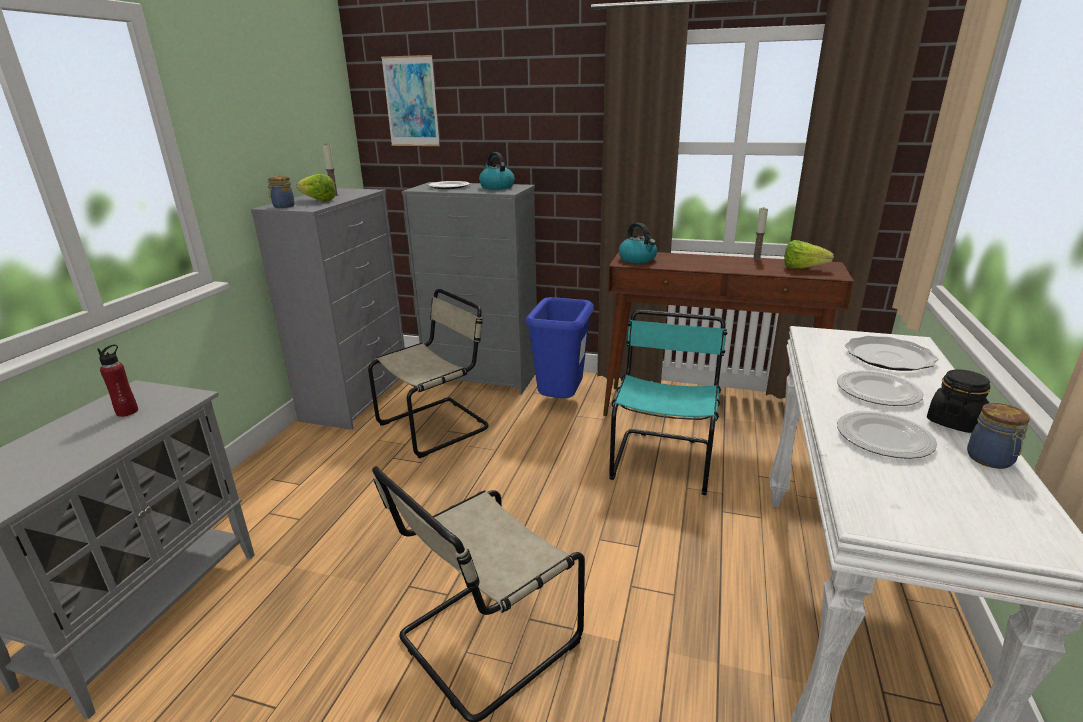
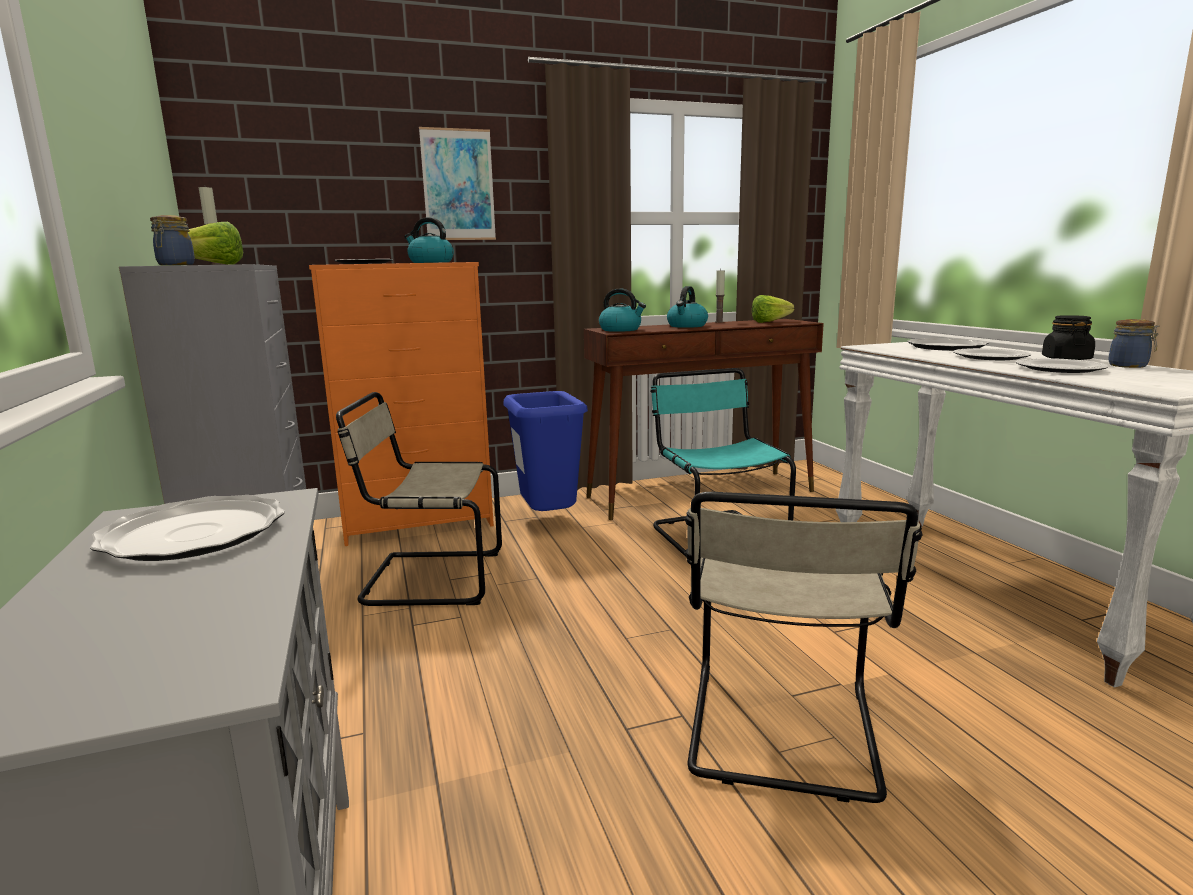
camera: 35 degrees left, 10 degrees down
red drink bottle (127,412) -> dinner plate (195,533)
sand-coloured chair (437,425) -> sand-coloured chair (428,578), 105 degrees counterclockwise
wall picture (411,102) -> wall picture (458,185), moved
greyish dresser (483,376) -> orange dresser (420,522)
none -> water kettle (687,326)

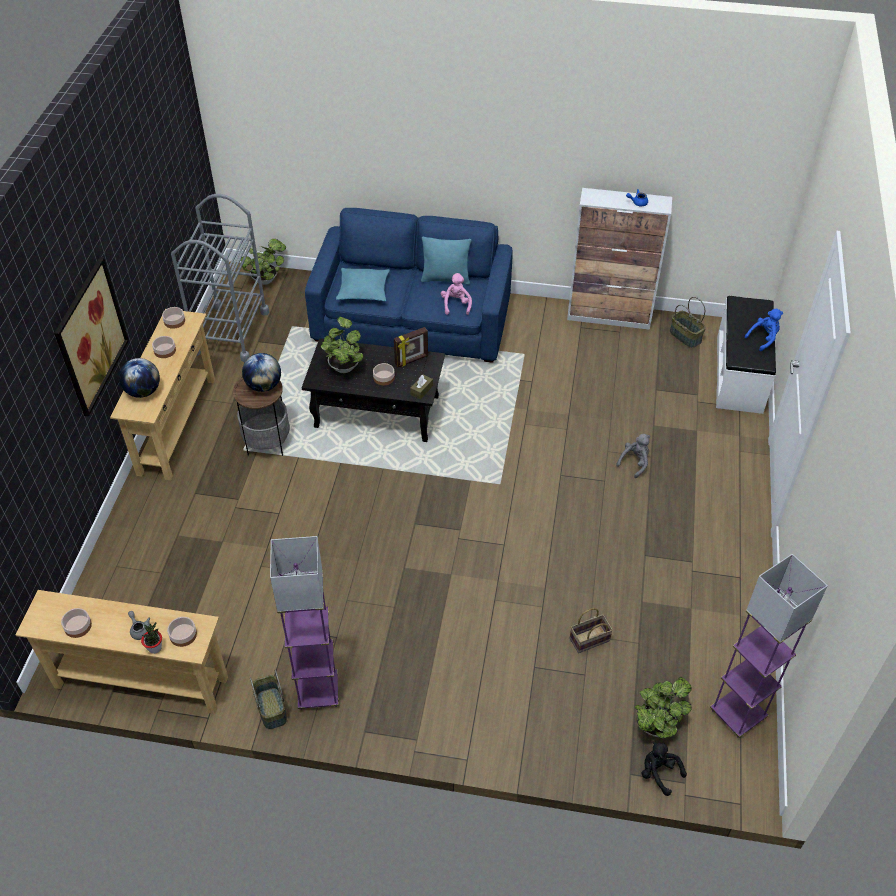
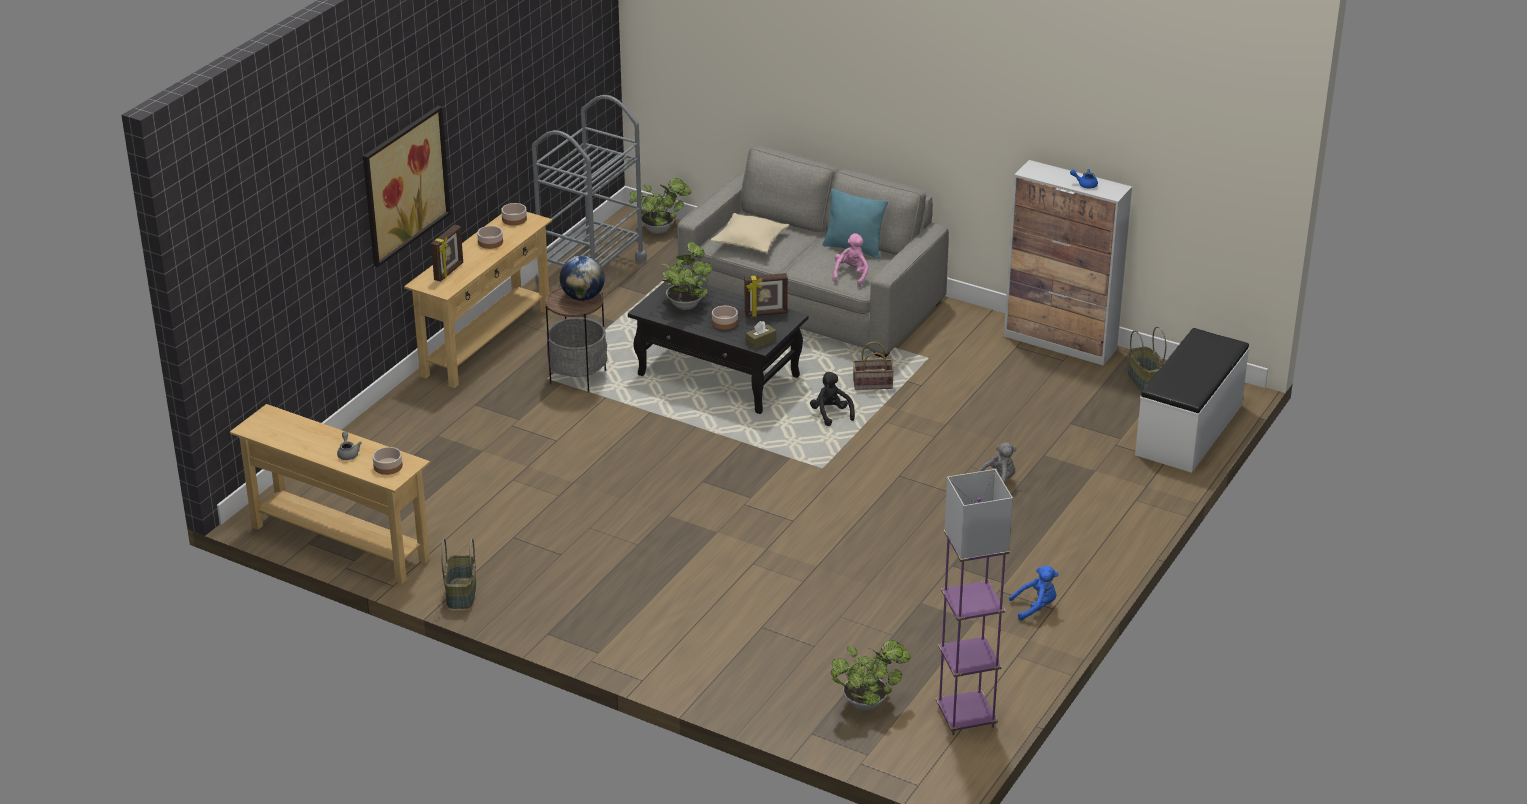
camera: 20 degrees right, 15 degrees down
bowl (78,626) -> none
globe (143,391) -> standing frame (449,272)
plant in a pot (155,648) -> none
purple standard lamp (318,692) -> none
bluish settee (412,319) -> greyish settee (812,300)
turquoise pillow (363,290) -> sand-coloured pillow (750,241)
household basket (589,640) -> household basket (871,384), moved
blackish soft toy (659,773) -> blackish soft toy (831,414), moved
bluish soft toy (763,338) -> bluish soft toy (1035,607), moved

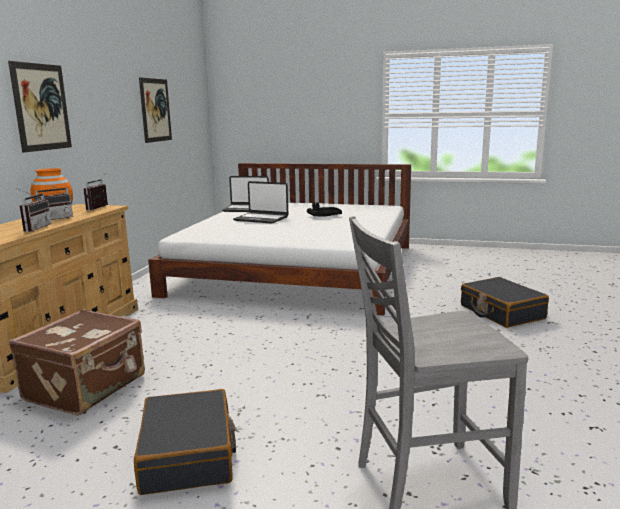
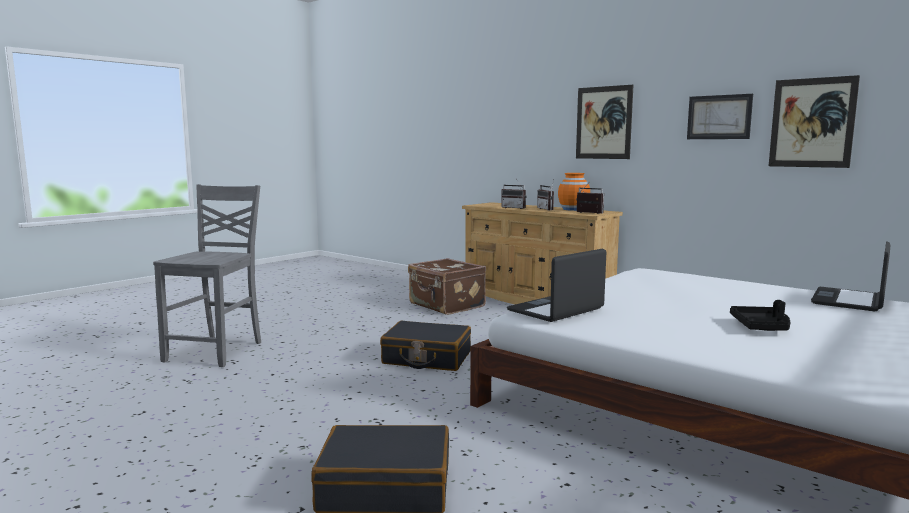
camera: 115 degrees right, 5 degrees down
blackish travel case (188,455) -> blackish travel case (426,358), moved
notebook computer (261,219) -> notebook computer (556,310), moved
none -> wall picture (719,117)

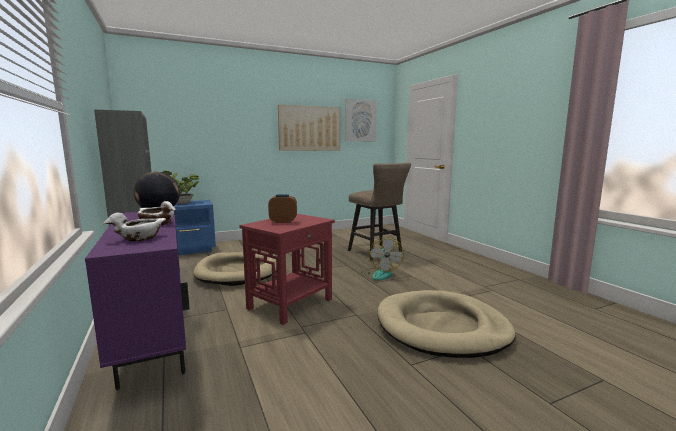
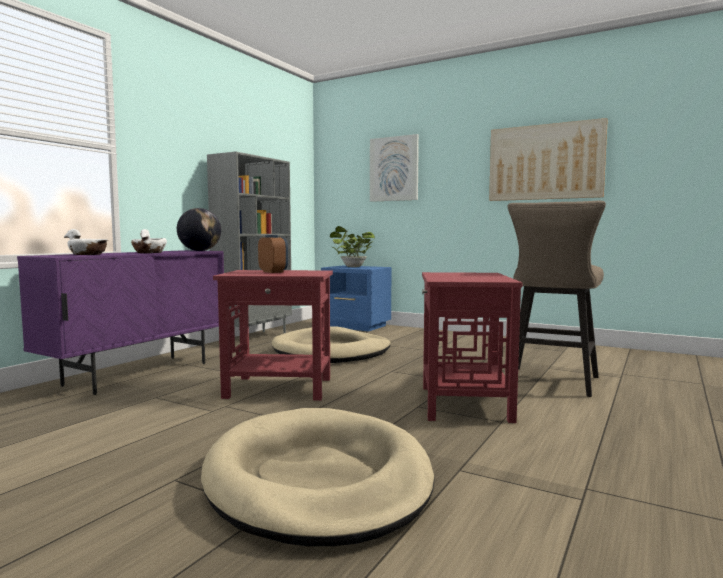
camera: 55 degrees right, 5 degrees down
wall picture (360,120) -> wall picture (394,169), moved
cooling fan (380,274) -> red accent table (463,403)

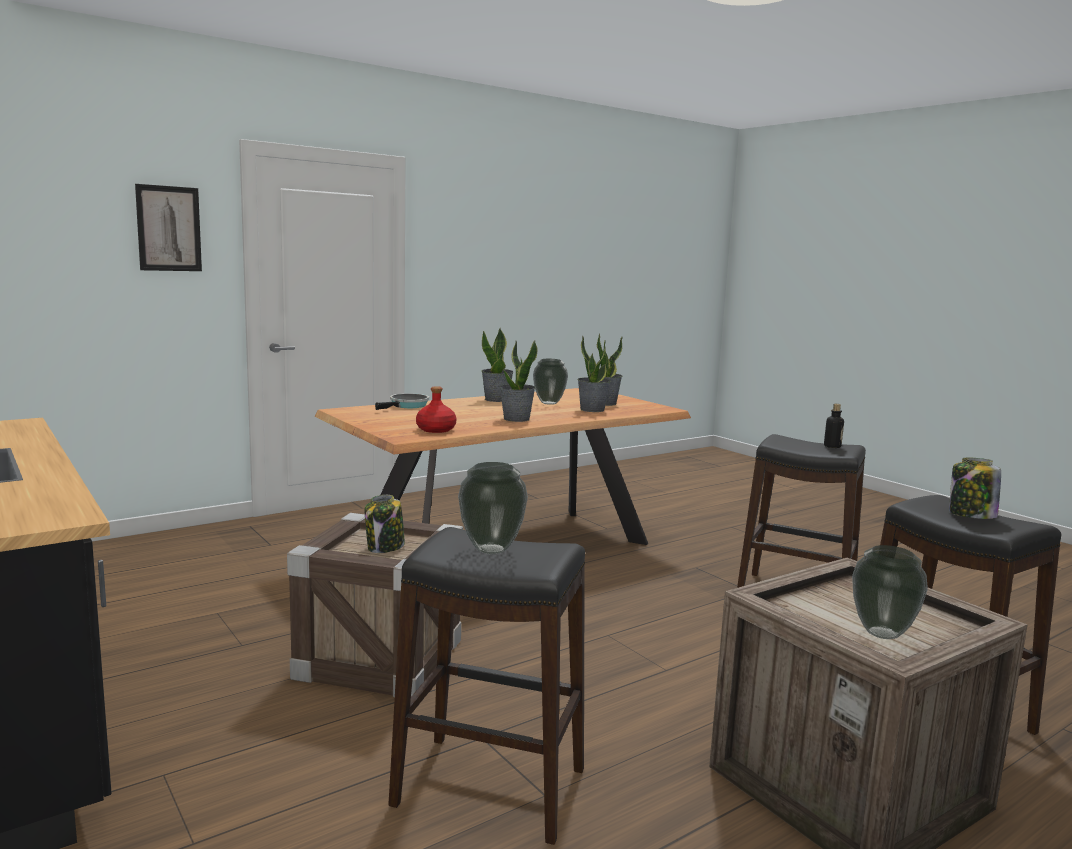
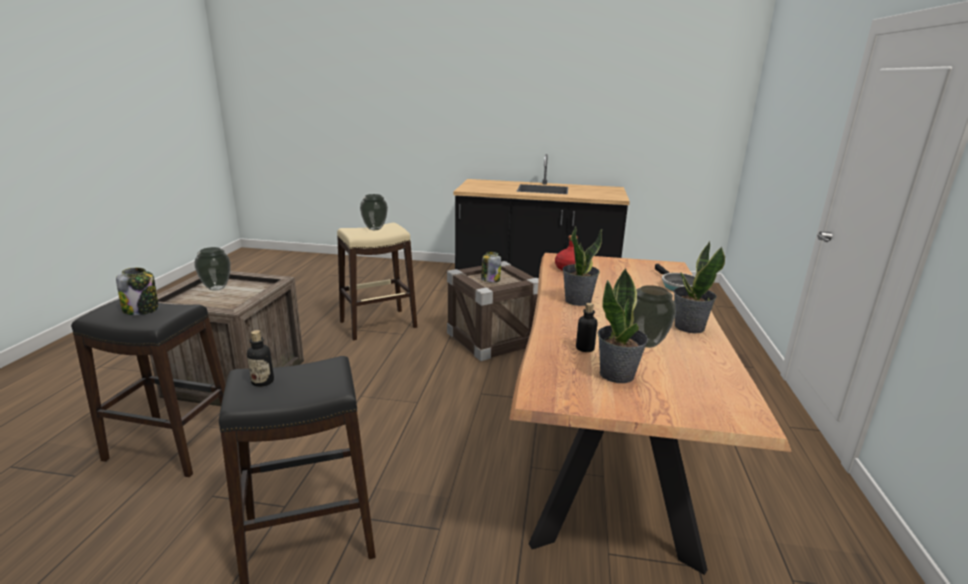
camera: 135 degrees right, 10 degrees up
wall picture (169,228) -> none
blackish stool seat (489,787) -> sand-coloured stool seat (378,324)
plant in a pot (592,409) -> drink bottle (585,348)

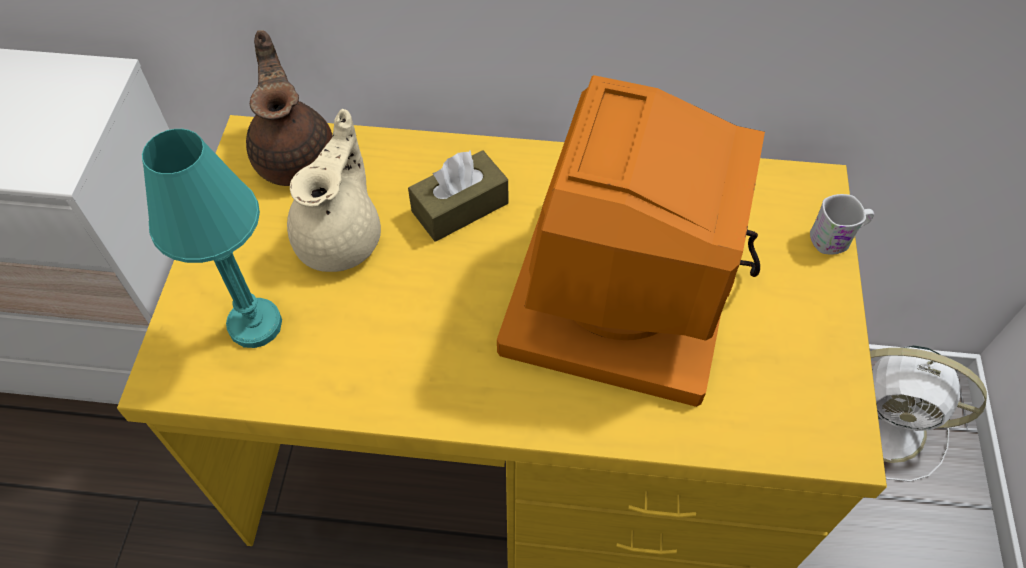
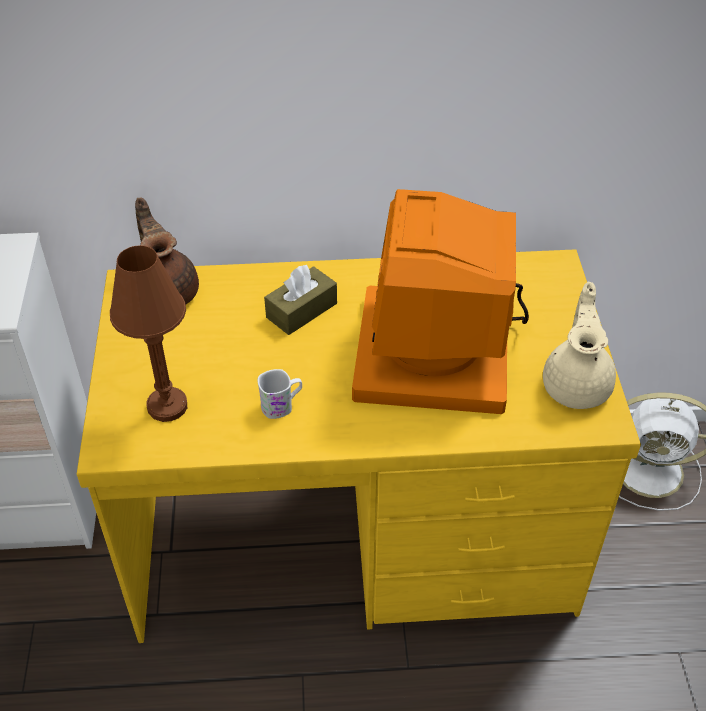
camera: 10 degrees left, 10 degrees down
turquoise table lamp (255,325) -> brown-coloured table lamp (167,406)
sand-coloured teapot (341,238) -> sand-coloured teapot (577,384), moved
white-coloured tea mug (836,238) -> white-coloured tea mug (282,405), moved

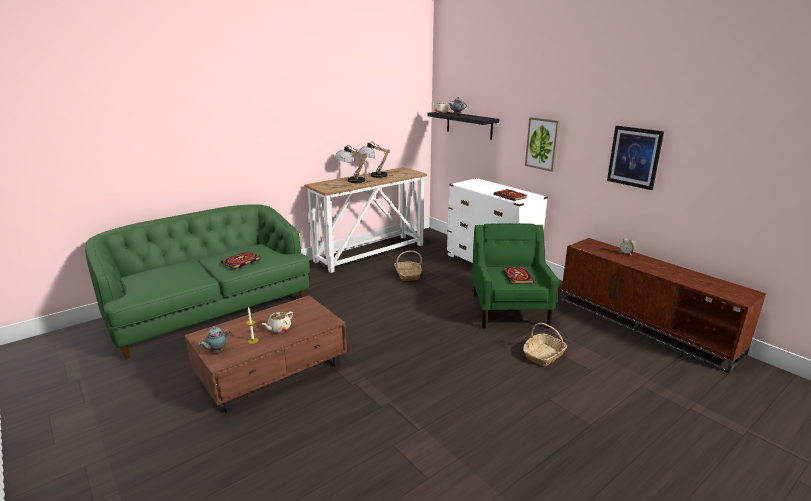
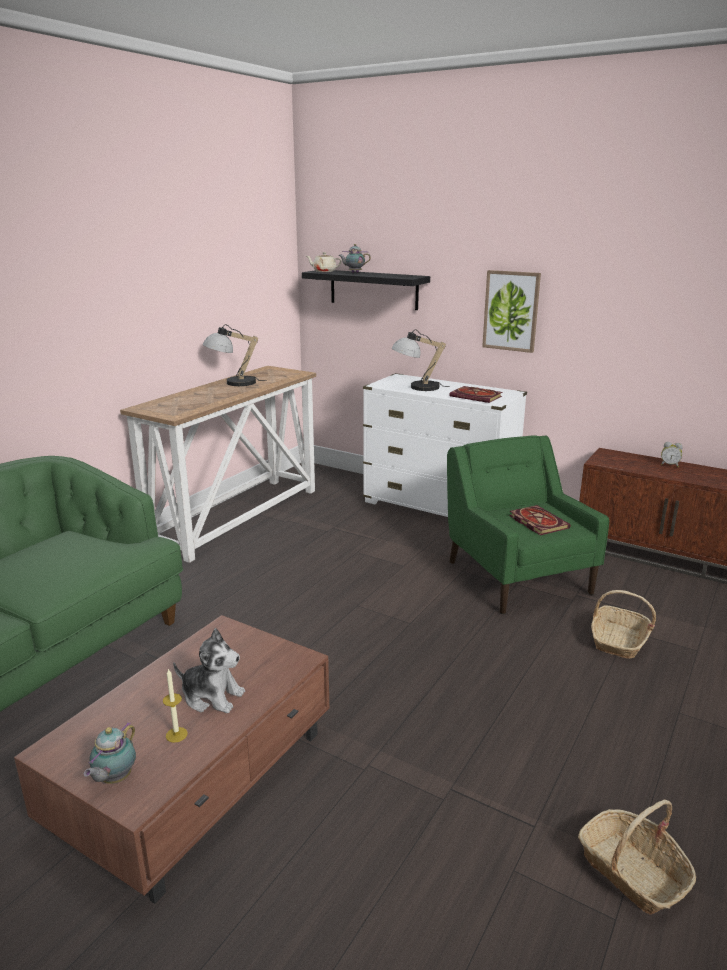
camera: 20 degrees left, 0 degrees up
book (241,262) -> none
sand-coloured teapot (279,329) -> soft toy (212,696)
table lamp (351,180) -> table lamp (416,387), moved
household basket (408,275) -> household basket (632,872), moved
wall picture (634,157) -> none

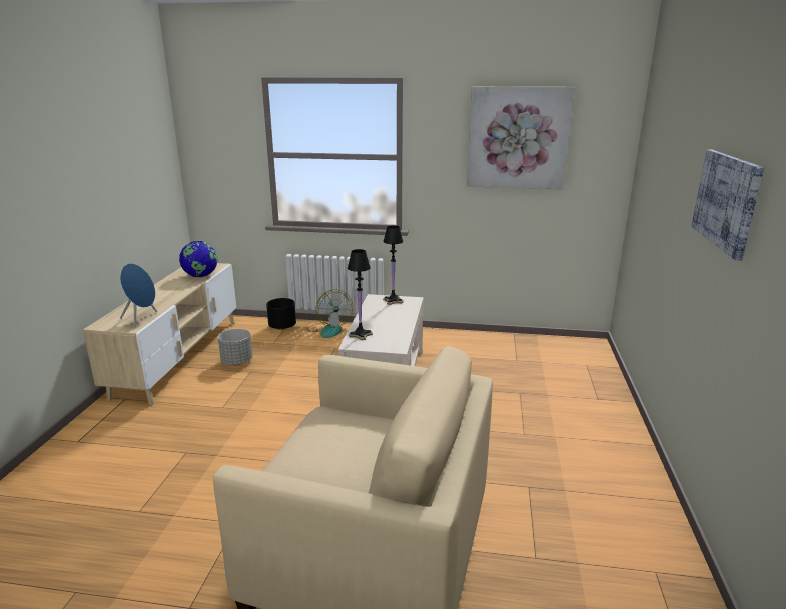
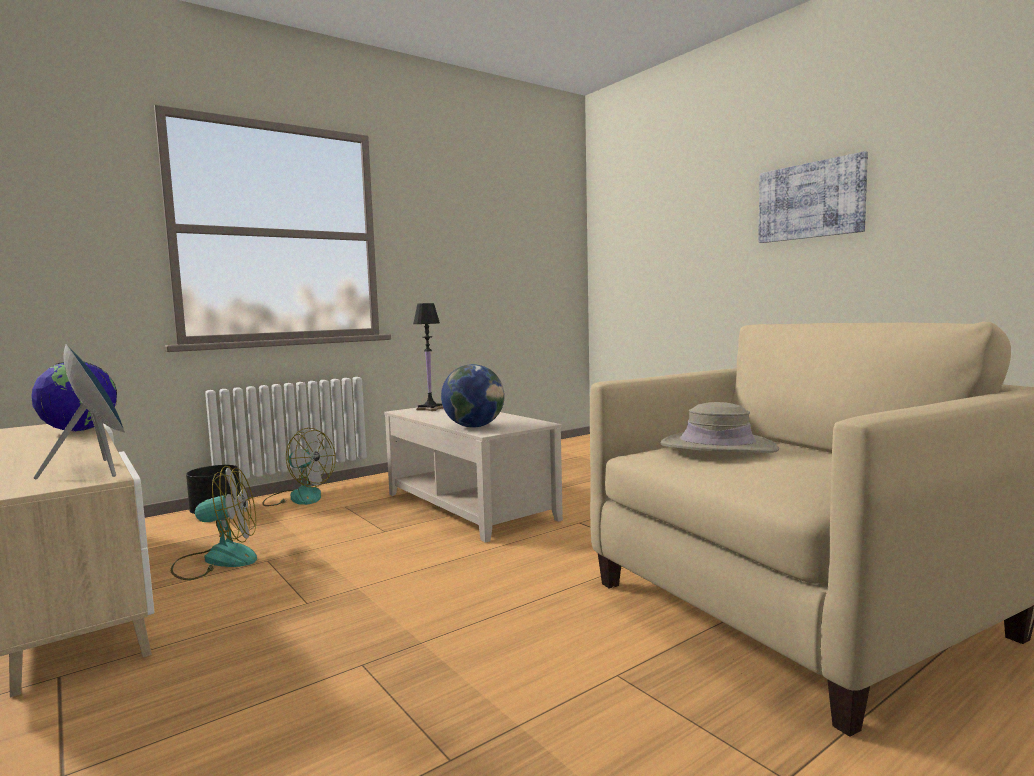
camera: 45 degrees left, 15 degrees down
greyish flower pot (237,361) -> cooling fan (217,560)
blackish table lamp (361,335) -> globe (474,426)
wall picture (518,138) -> none
none -> sand-coloured wearable hat (718,447)

